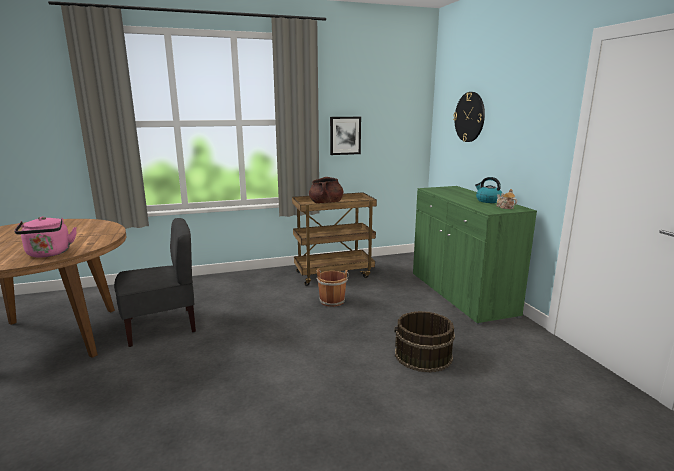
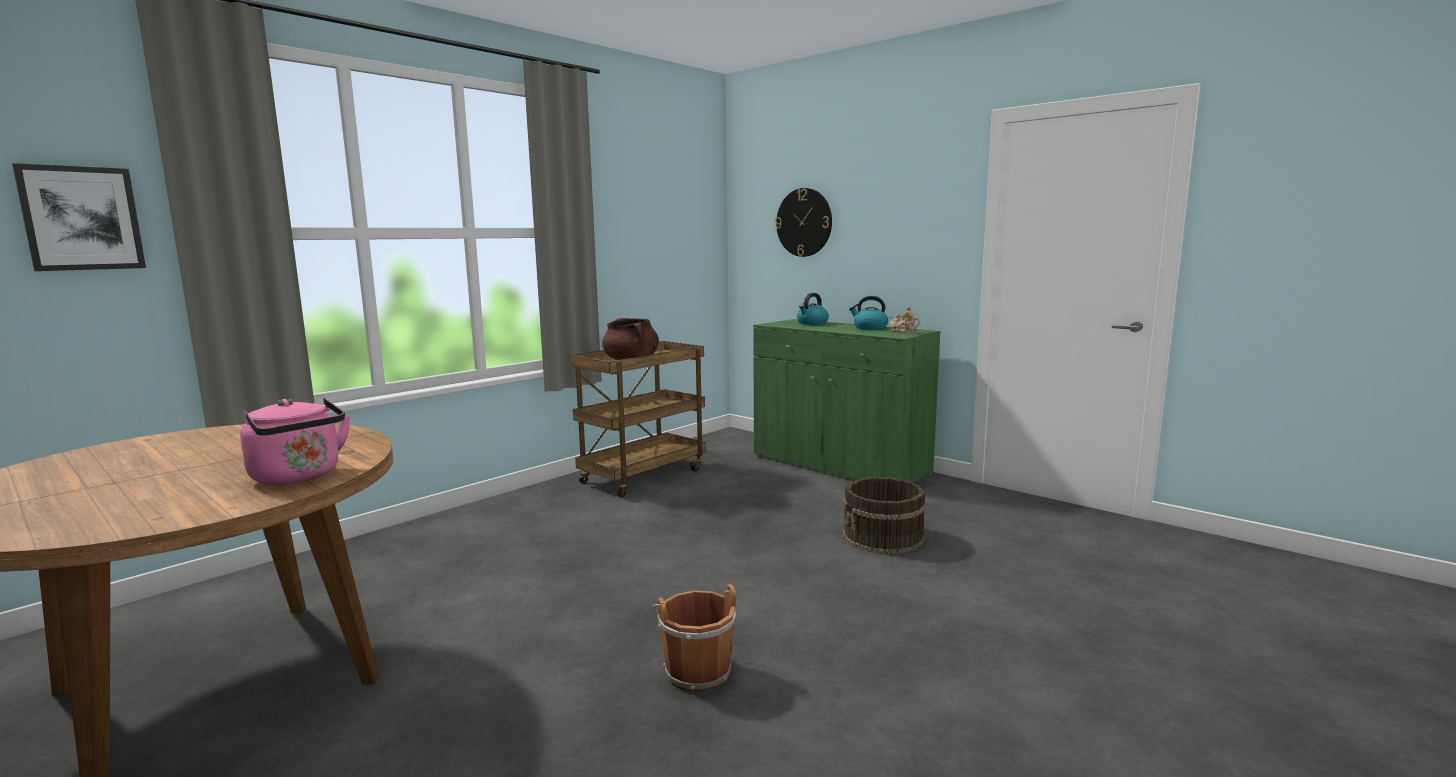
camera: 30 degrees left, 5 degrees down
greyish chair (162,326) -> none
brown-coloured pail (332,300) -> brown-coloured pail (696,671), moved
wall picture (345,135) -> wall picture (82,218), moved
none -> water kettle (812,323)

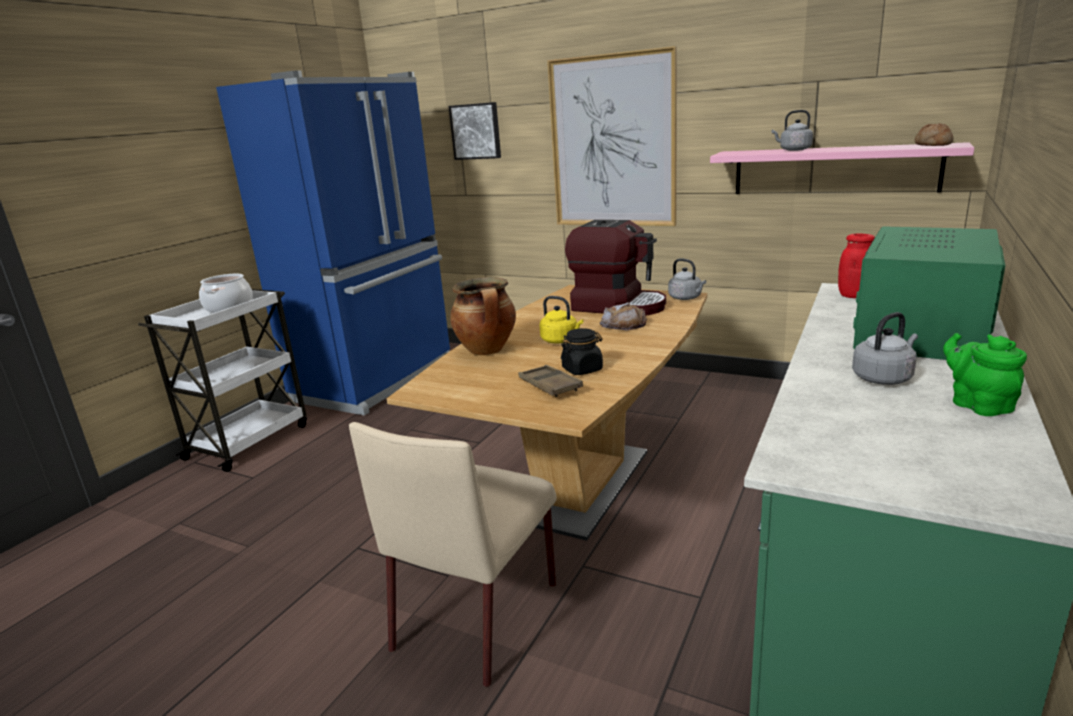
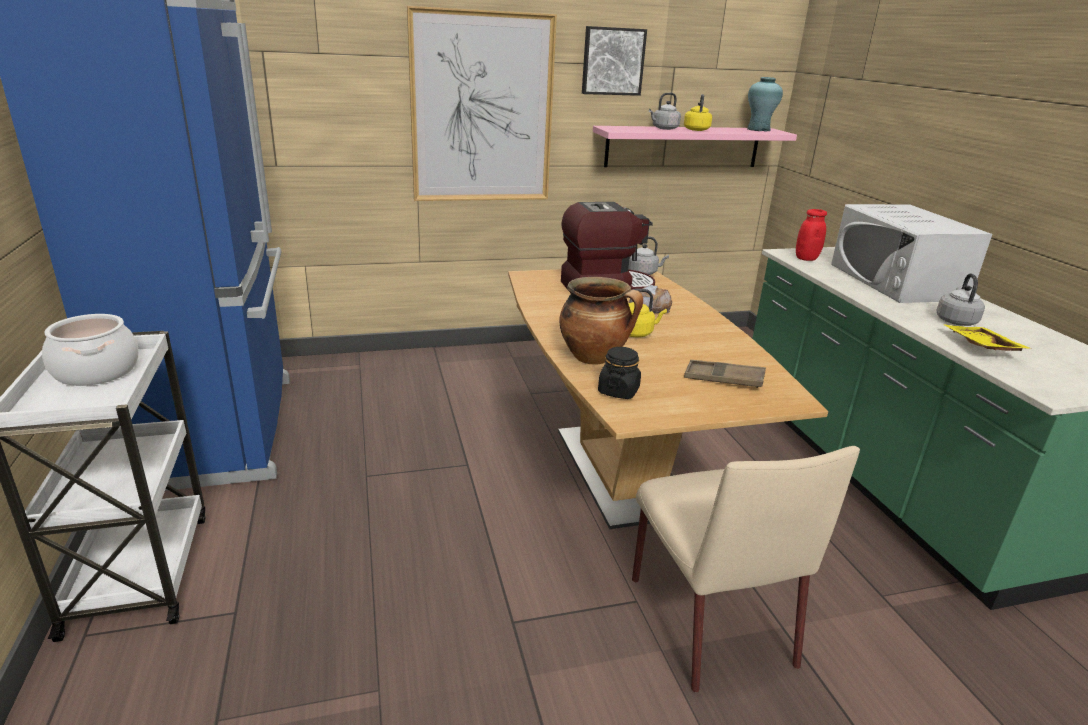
camera: 45 degrees left, 5 degrees up
wall picture (476,131) -> wall picture (612,61), moved
blackish storage jar (582,369) -> blackish storage jar (618,391), moved
green-coloured microwave oven (921,330) -> white-coloured microwave oven (896,281)
baked bread (932,145) -> turquoise flower vase (758,129)
green-coloured teapot (977,404) -> none
none -> yellow-coloured water kettle (696,129)
none -> yellow-coloured serving tray (979,346)

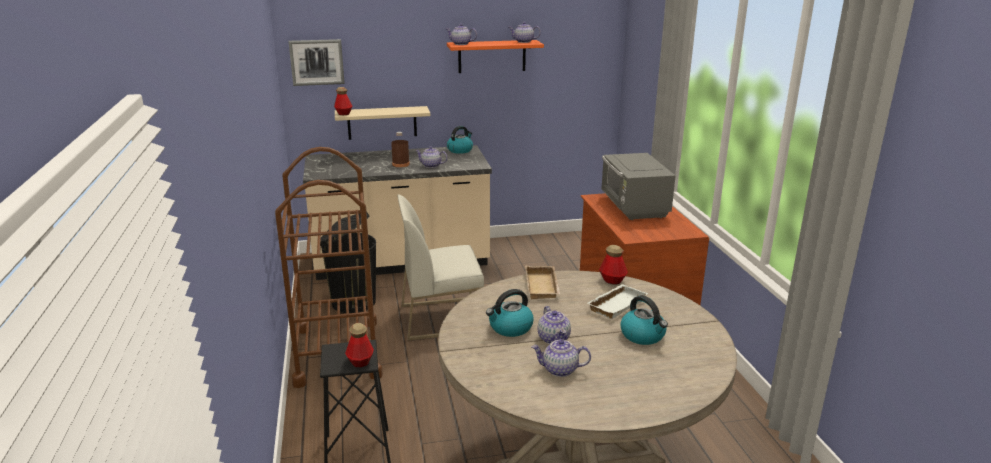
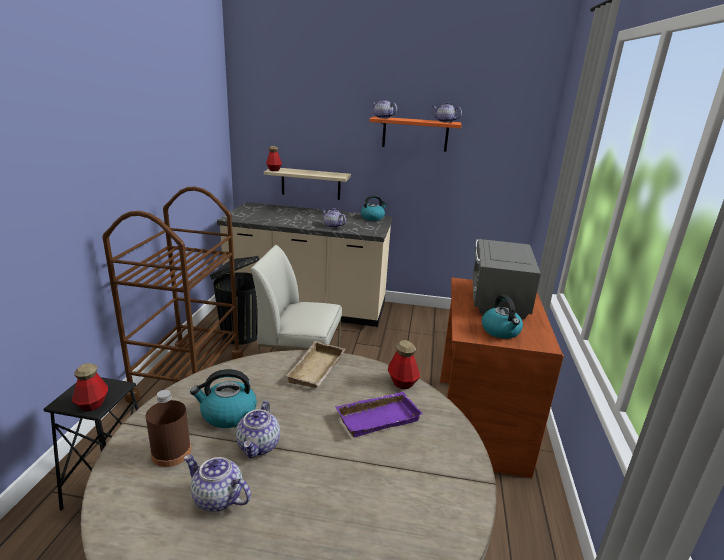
camera: 20 degrees right, 0 degrees up
wall picture (317,62) -> none
brown-coloured drink bottle (400,164) -> brown-coloured drink bottle (171,452), moved
white-coloured serving tray (616,304) -> purple serving tray (378,417)
water kettle (643,335) -> water kettle (501,331), moved

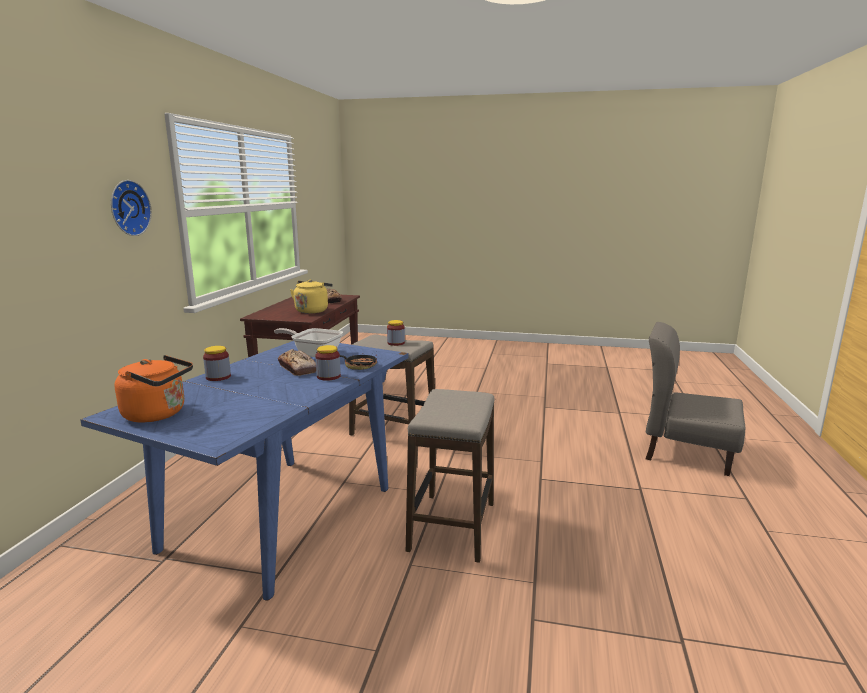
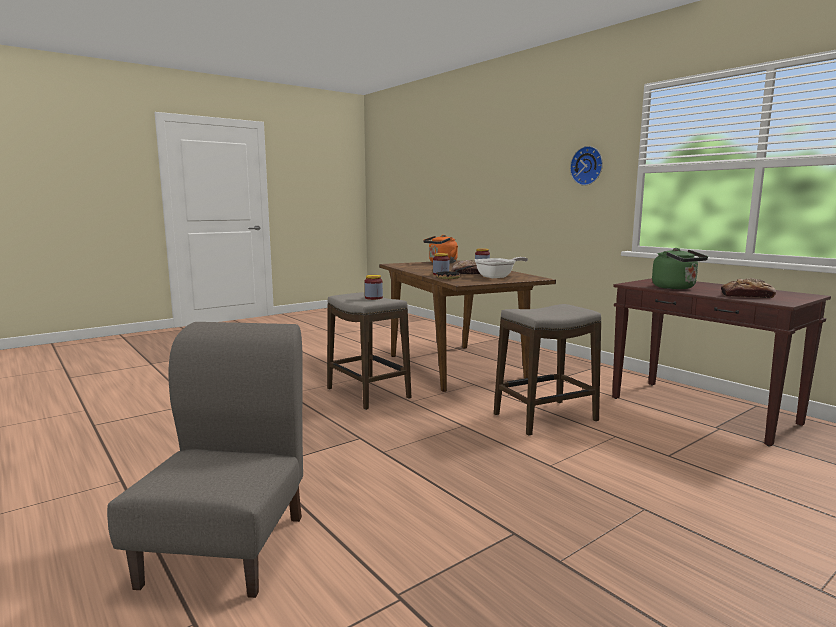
camera: 130 degrees right, 5 degrees down
bluish dinner table (283,516) -> brown-coloured dinner table (456,366)
yellow-coloured water kettle (312,310) -> green-coloured water kettle (676,288)
storage jar (396,343) -> storage jar (373,298), moved
greyish chair (686,452) -> greyish chair (227,549), 60 degrees counterclockwise

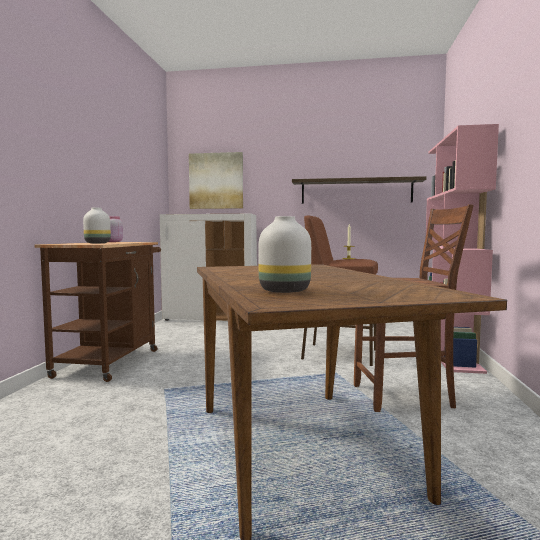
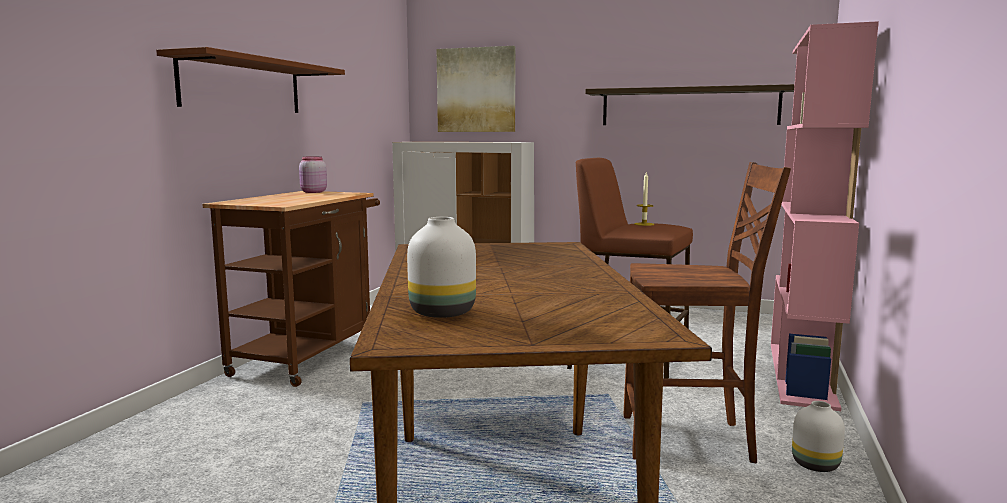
camera: 10 degrees right, 5 degrees up
white-coloured flower vase (97,243) -> white-coloured flower vase (814,464), moved
none -> brown-coloured bracket shelf (242,86)

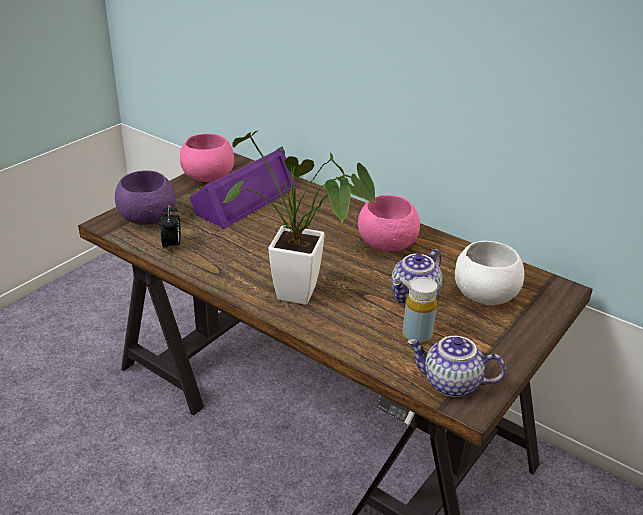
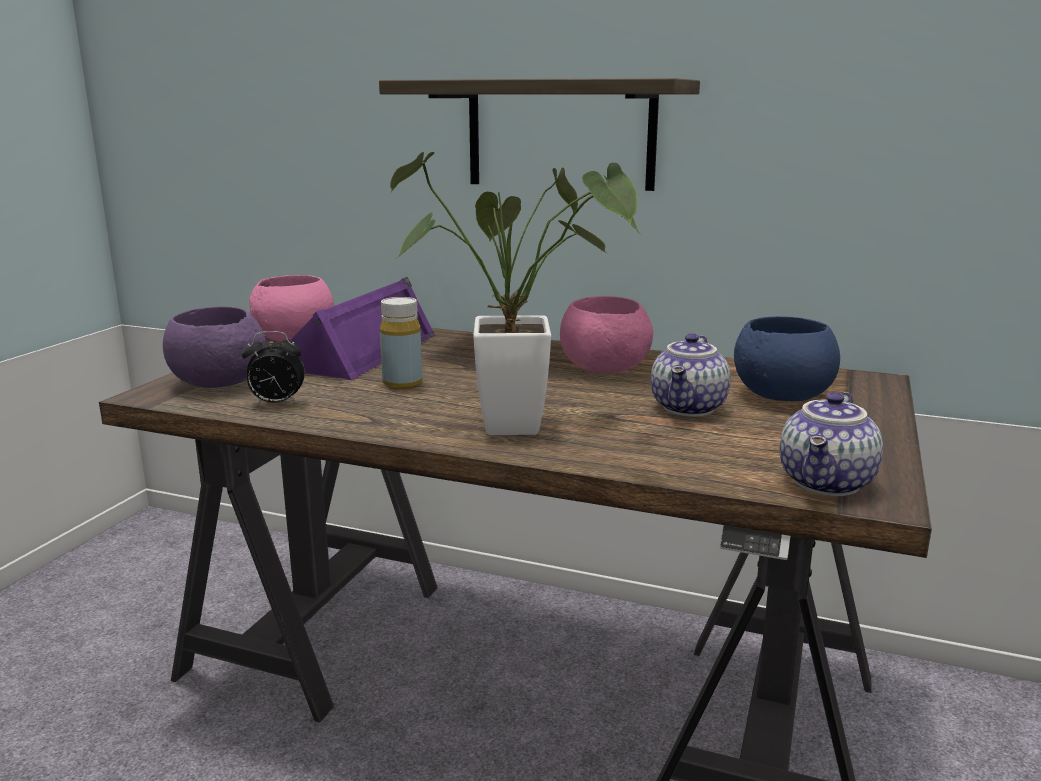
camera: 15 degrees left, 15 degrees down
bedside clock (172,246) -> bedside clock (276,404), 105 degrees clockwise
yellow-coloured drink bottle (417,336) -> yellow-coloured drink bottle (402,384), moved
teapot (450,384) -> teapot (828,483), 60 degrees counterclockwise
white-coloured bowl (485,294) -> bluish bowl (781,395)
none -> bracket shelf (560,135)

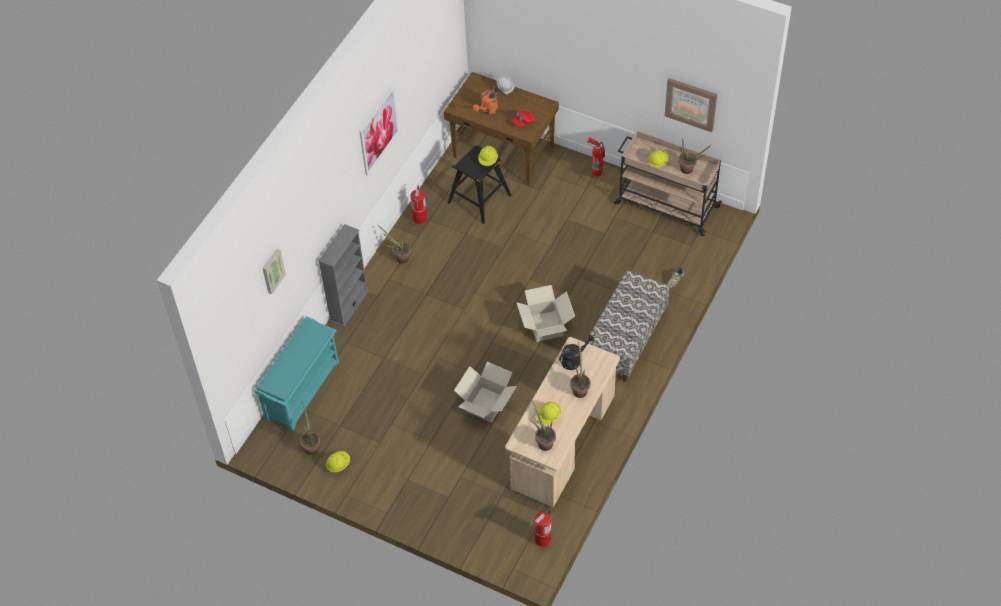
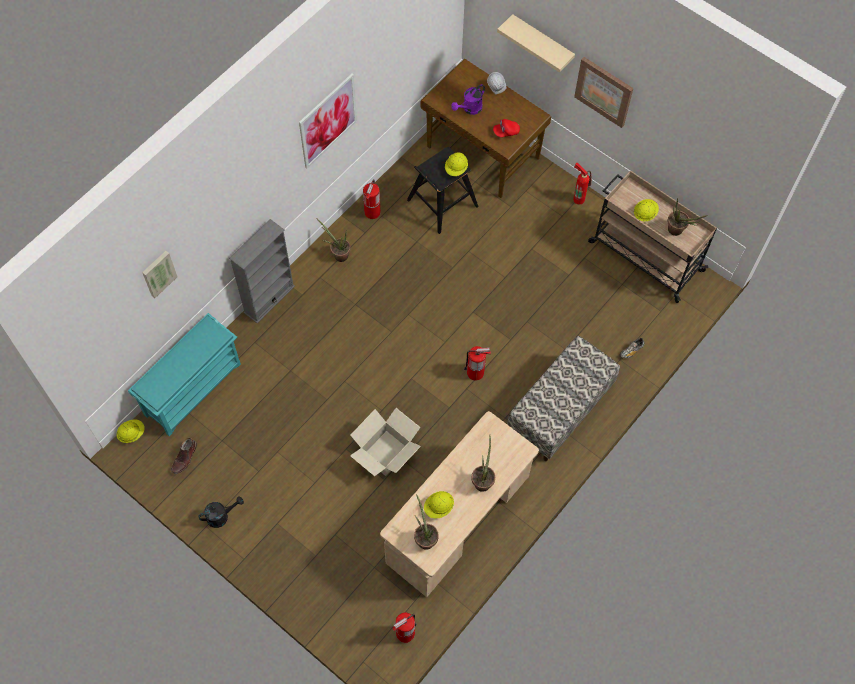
camera: 10 degrees right, 10 degrees up
plant in a pot (311,446) -> brown-coloured high-top boot (184,458)
yellow-coloured safety helmet (338,465) -> yellow-coloured safety helmet (132,433), moved
orange sprinkling can (487,110) -> purple sprinkling can (469,109)
cardboard box (546,326) -> fire-fighting cylinder (475,372)
blackish sprinkling can (574,360) -> blackish sprinkling can (221,516), moved
wall picture (691,104) -> wall picture (604,91), moved
none -> sand-coloured bracket shelf (542,42)

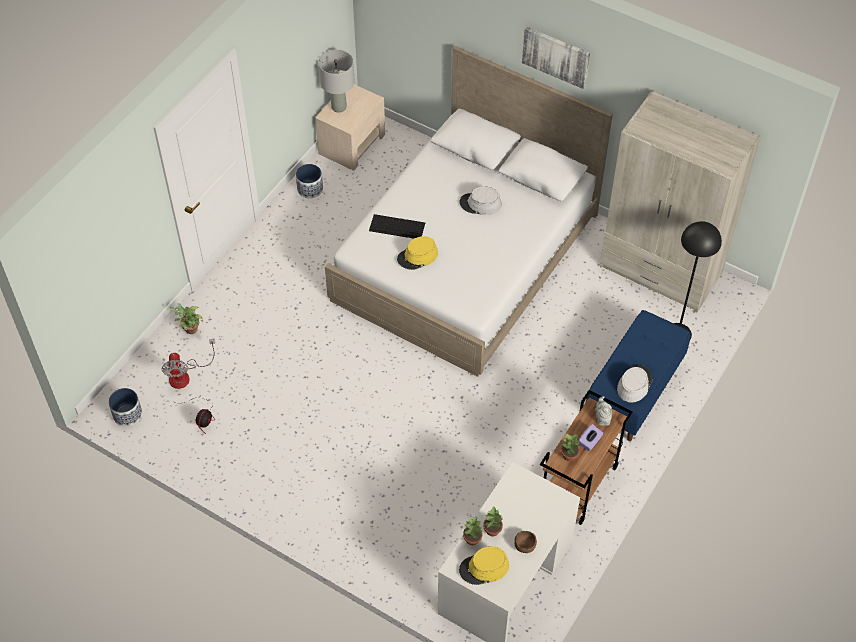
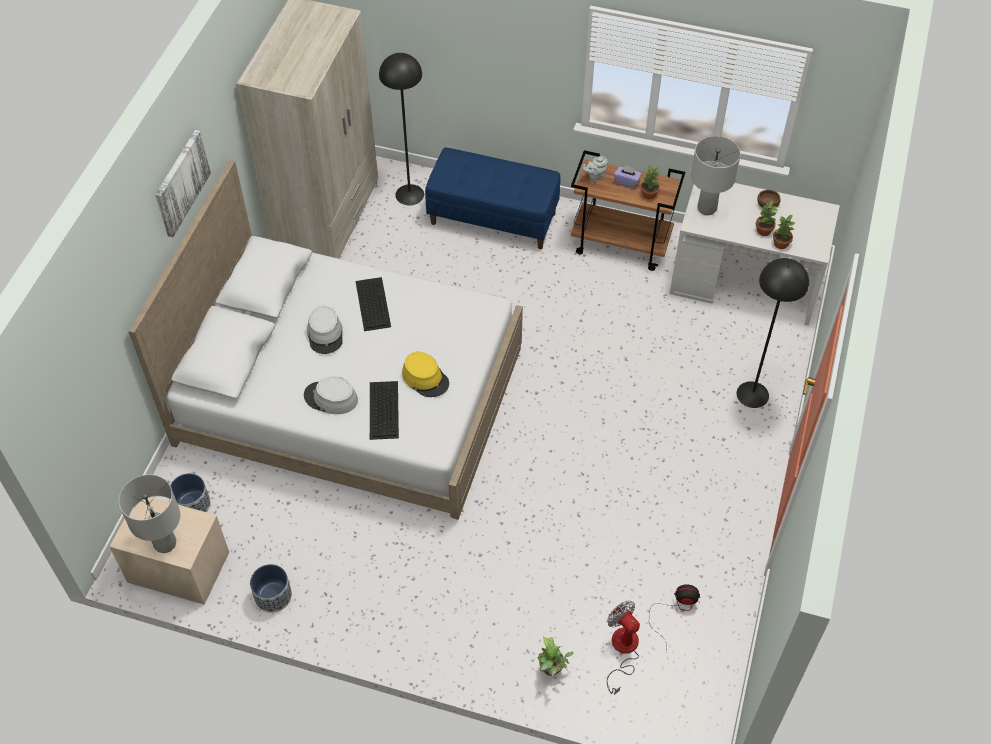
camera: 105 degrees left, 0 degrees up
flower pot (128,414) -> flower pot (192,504), moved
cooling fan (185,375) -> cooling fan (623,650), 105 degrees counterclockwise
yellow-coloured wearable hat (484,568) -> none
greyish wearable hat (634,384) -> greyish wearable hat (331,398), moved
none -> computer keyboard (372,303)
none -> greyish table lamp (707,209)
none -> blackish standard lamp (753,394)

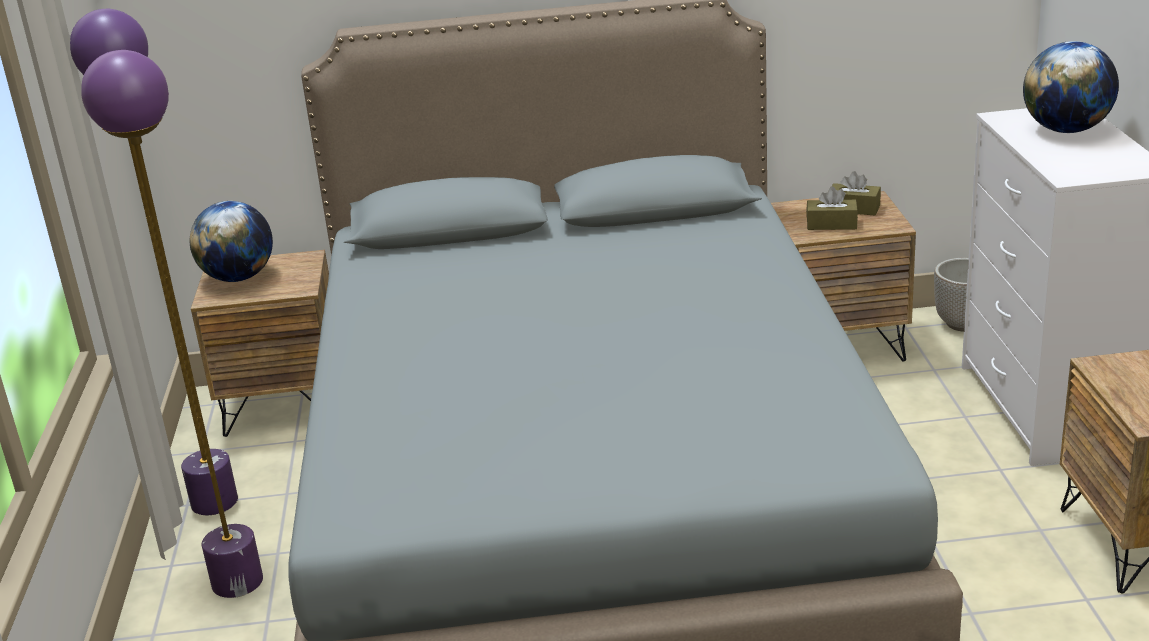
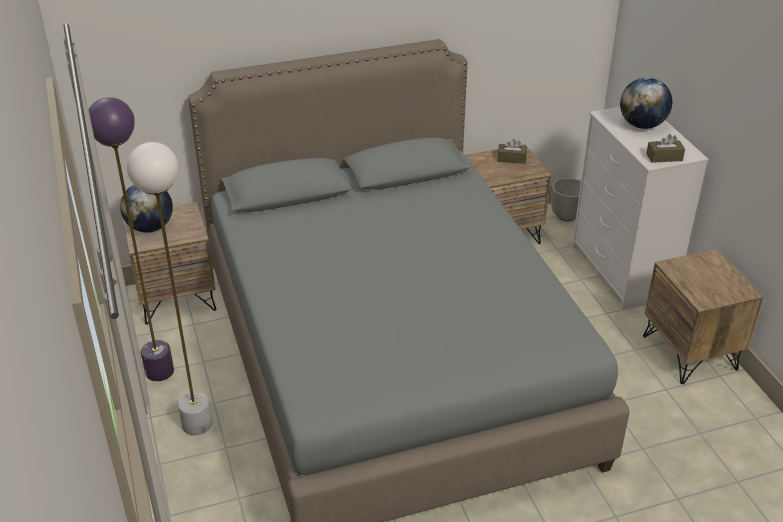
camera: 15 degrees left, 10 degrees up
purple standard lamp (237,582) -> white-coloured standard lamp (197,424)
brown-coloured box of tissues (831,224) -> brown-coloured box of tissues (664,157), moved

